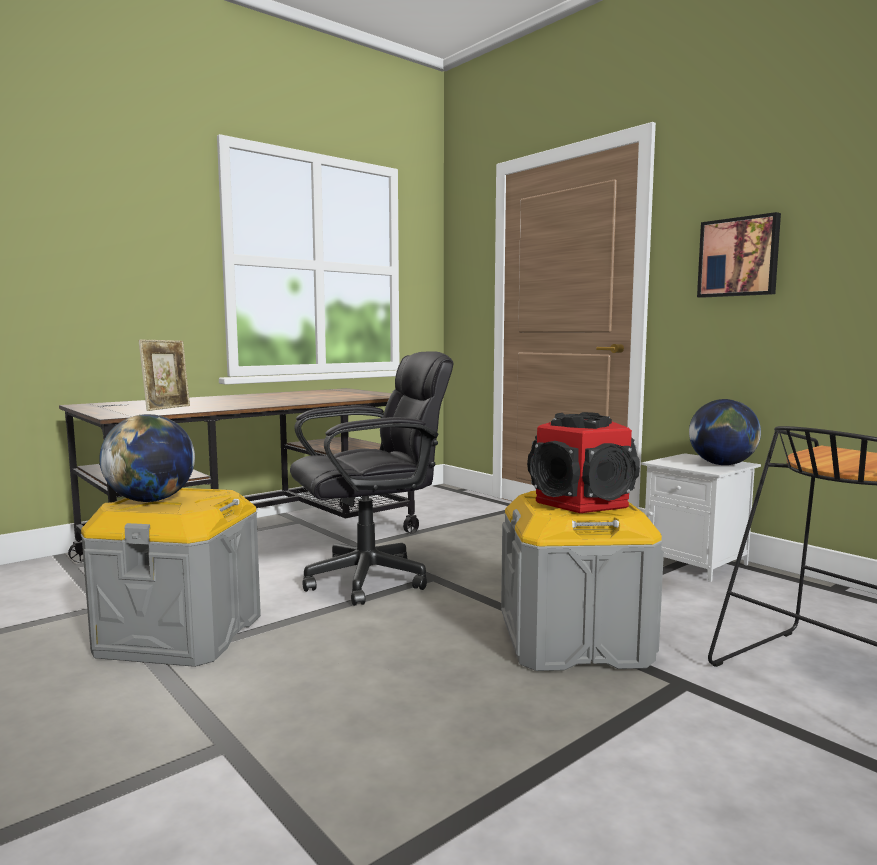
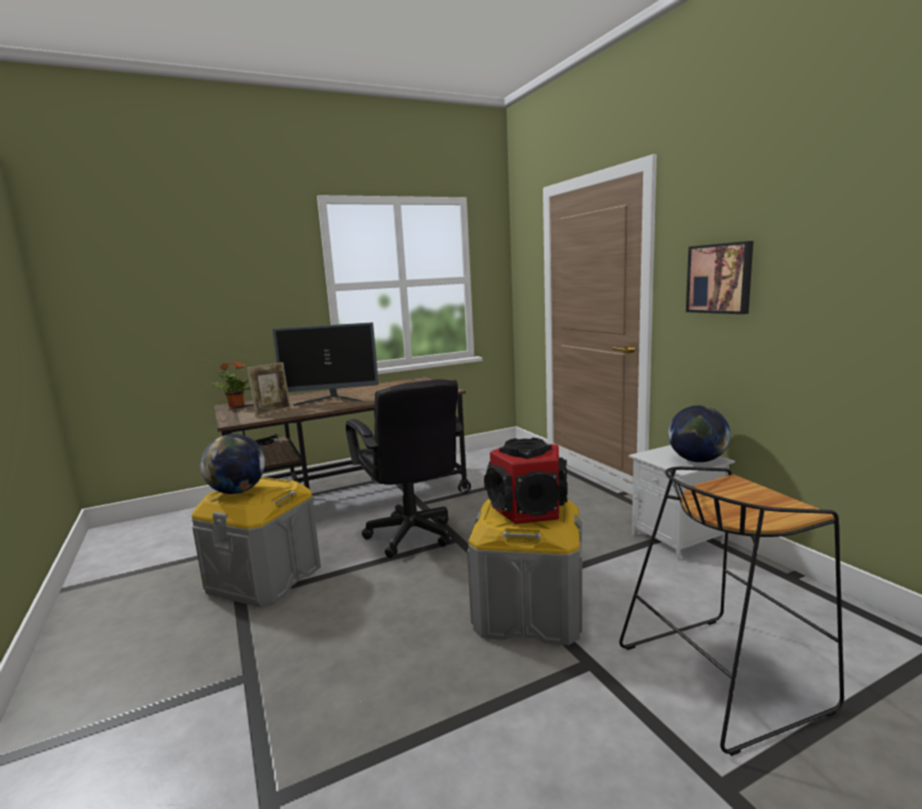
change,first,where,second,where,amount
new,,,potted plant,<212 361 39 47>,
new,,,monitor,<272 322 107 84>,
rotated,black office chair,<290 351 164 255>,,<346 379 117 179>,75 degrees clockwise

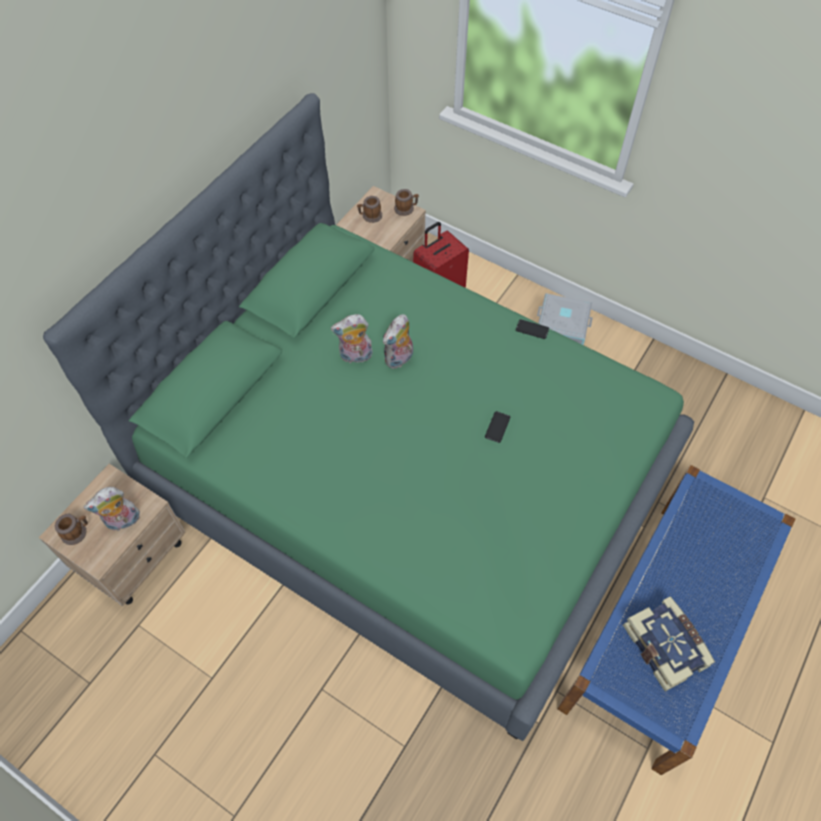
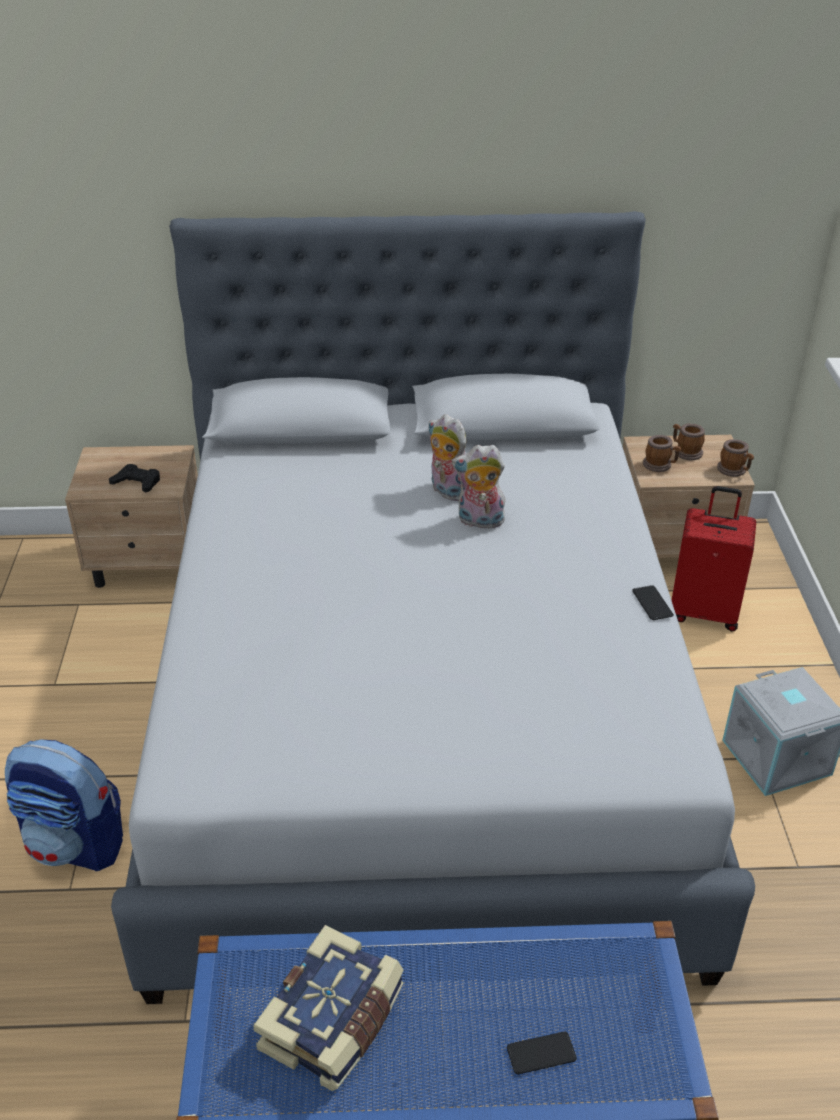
change,first,where,second,where,amount
new,,,backpack,<5 739 118 132>,
swapped,plush toy,<84 487 56 44>,black game controller,<109 464 51 28>,
repainted,green bed,<43 93 651 648>,grey bed,<111 211 644 793>,
shifted,phone,<485 411 26 32>,,<507 1032 70 42>,
shifted,mug,<55 514 33 31>,,<643 435 38 37>,

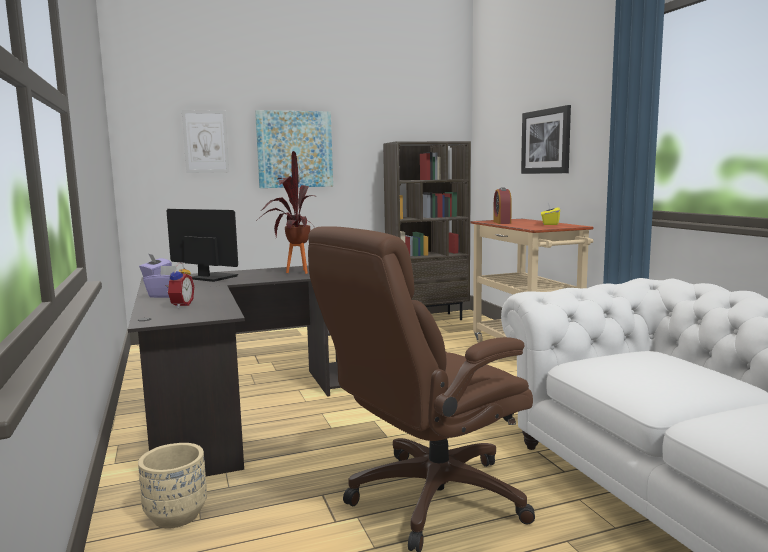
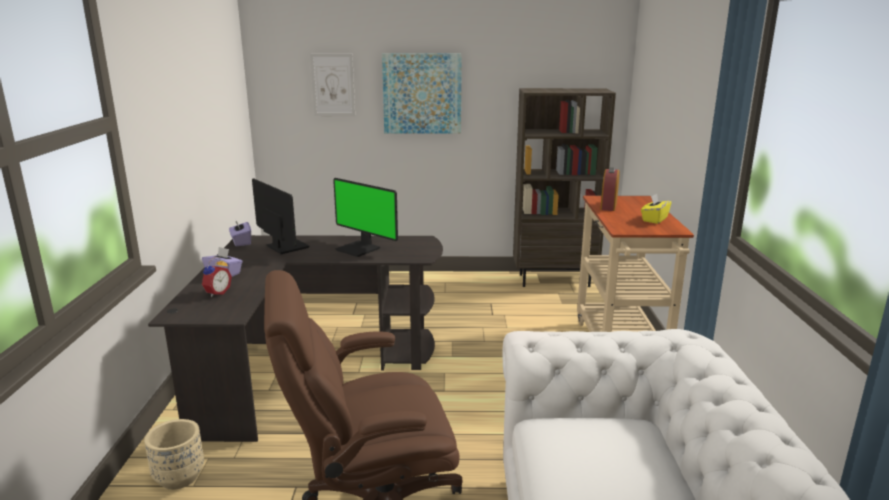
change,first,where,second,where,amount
swapped,potted plant,<256 151 61 123>,monitor,<333 178 65 79>,
gone,picture,<521 105 50 69>,,,

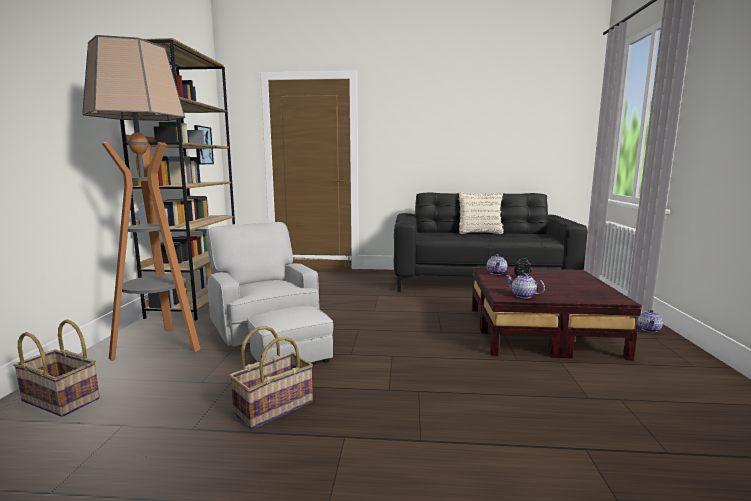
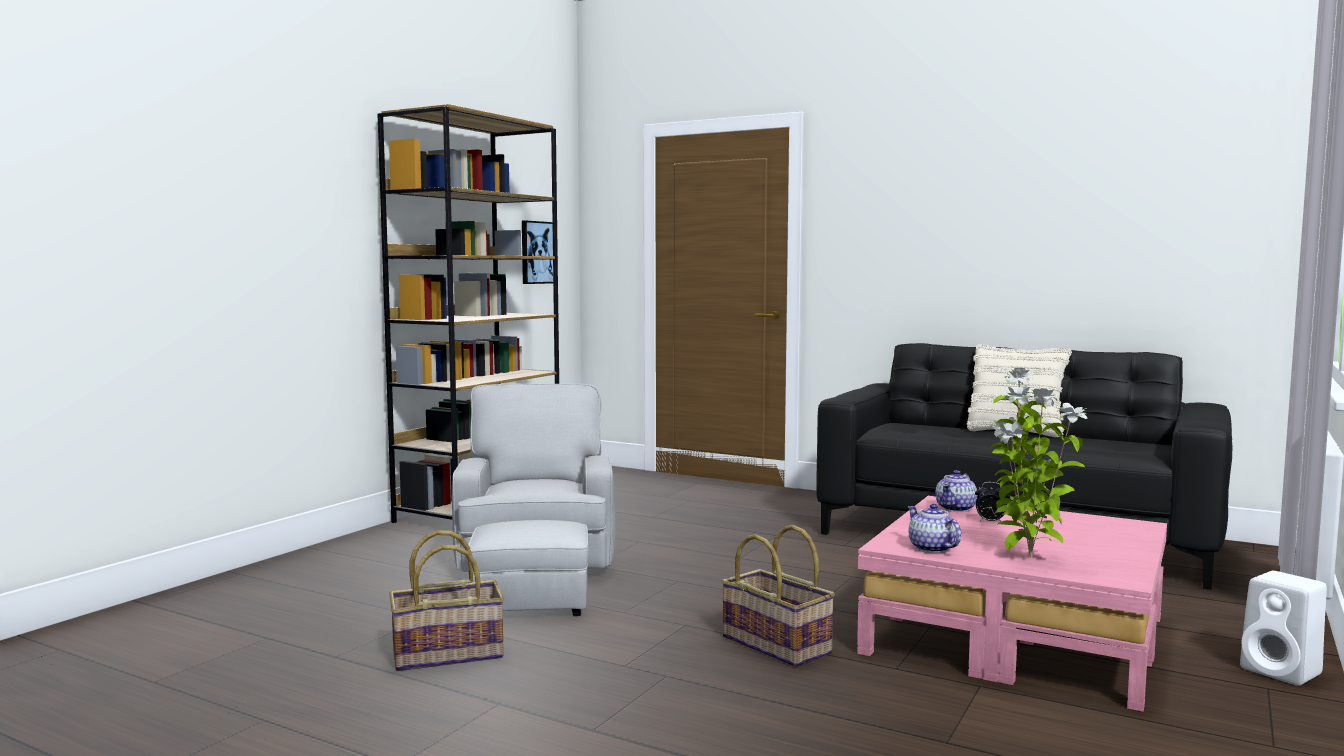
change,first,where,second,where,amount
shifted,basket,<13 319 87 98>,,<721 525 114 142>,
repainted,brown coffee table,<472 268 170 93>,pink coffee table,<857 496 310 216>,
new,,,potted plant,<990 368 99 189>,
swapped,teapot,<638 310 25 22>,white speaker,<1240 571 87 115>,
gone,floor lamp,<82 35 118 326>,,,

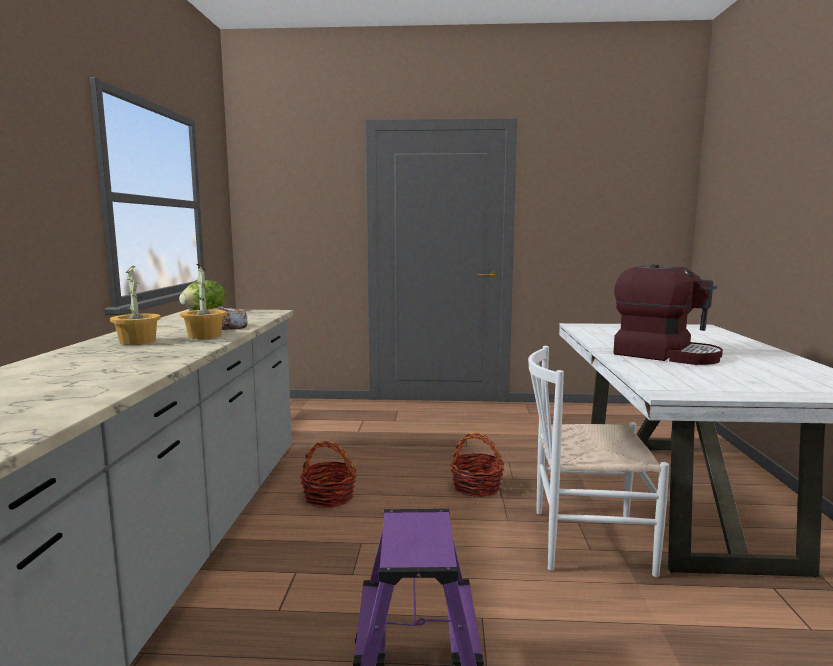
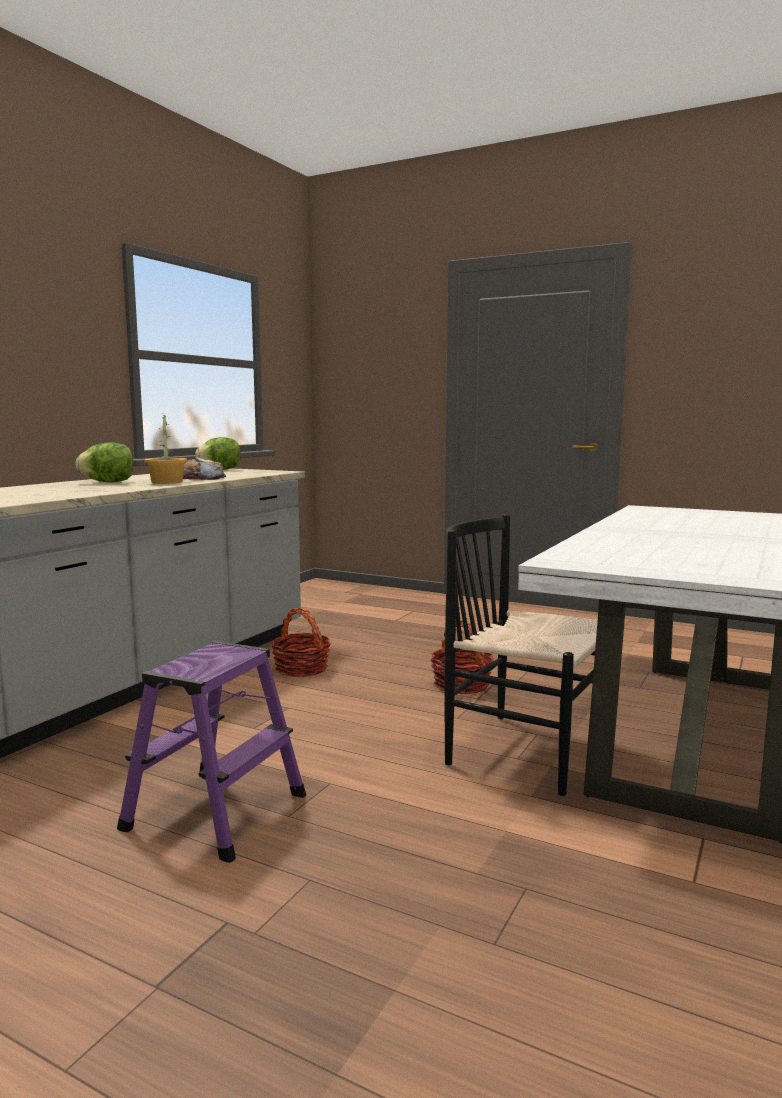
change,first,where,second,where,amount
swapped,potted plant,<110 266 51 79>,lettuce,<75 443 58 40>,
repainted,white chair,<528 346 141 231>,black chair,<445 514 153 282>,
gone,coffee machine,<613 265 110 100>,,,

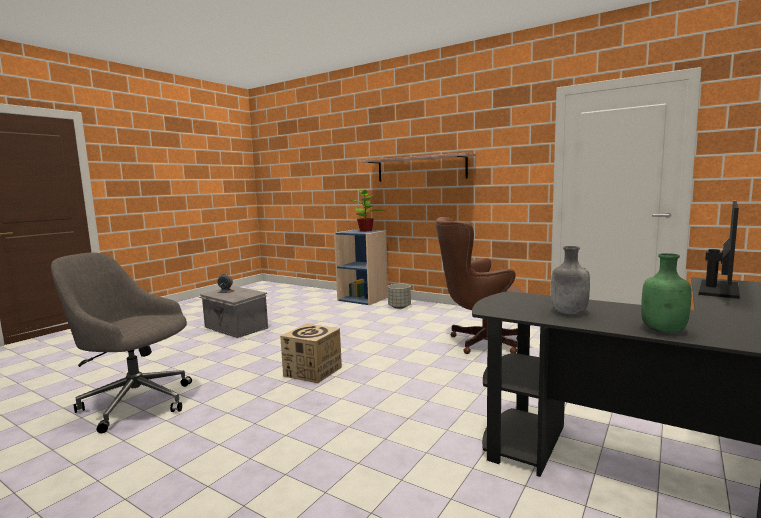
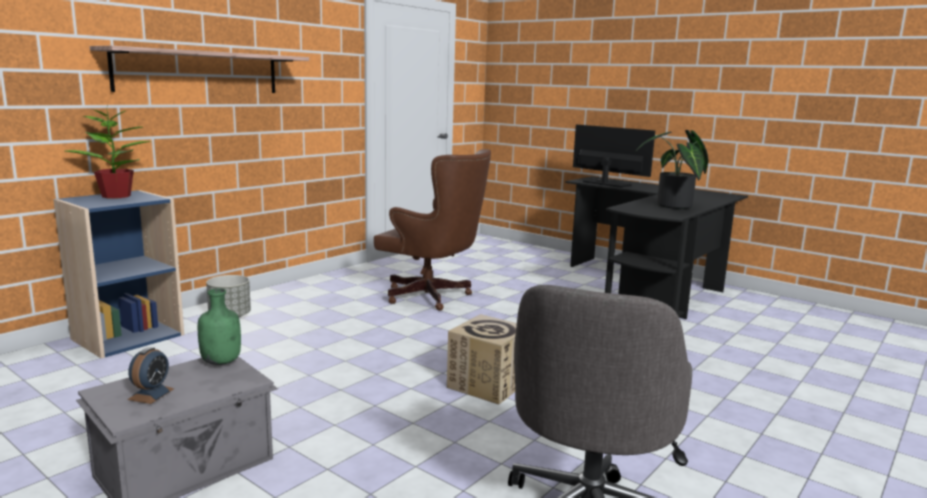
change,first,where,second,where,amount
shifted,green bottle,<641 253 50 80>,,<198 288 43 77>,
rotated,brown office chair,<436 217 90 137>,,<374 149 117 162>,60 degrees counterclockwise
swapped,grey bottle,<551 246 39 68>,potted plant,<635 130 73 79>,

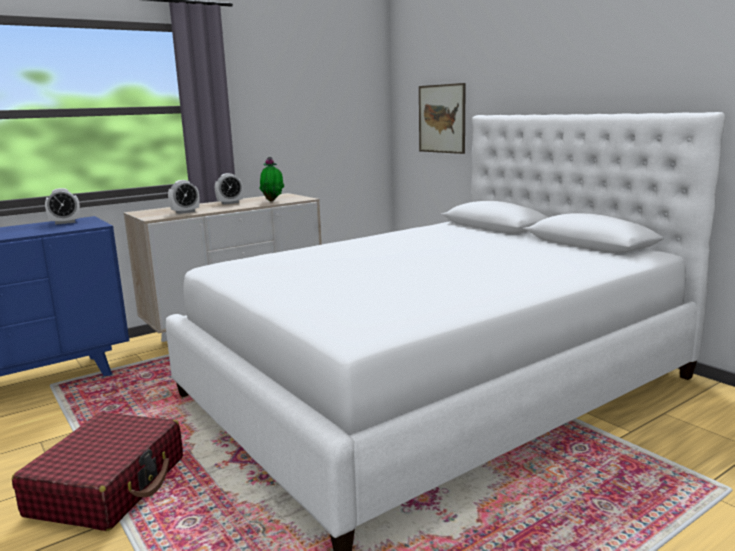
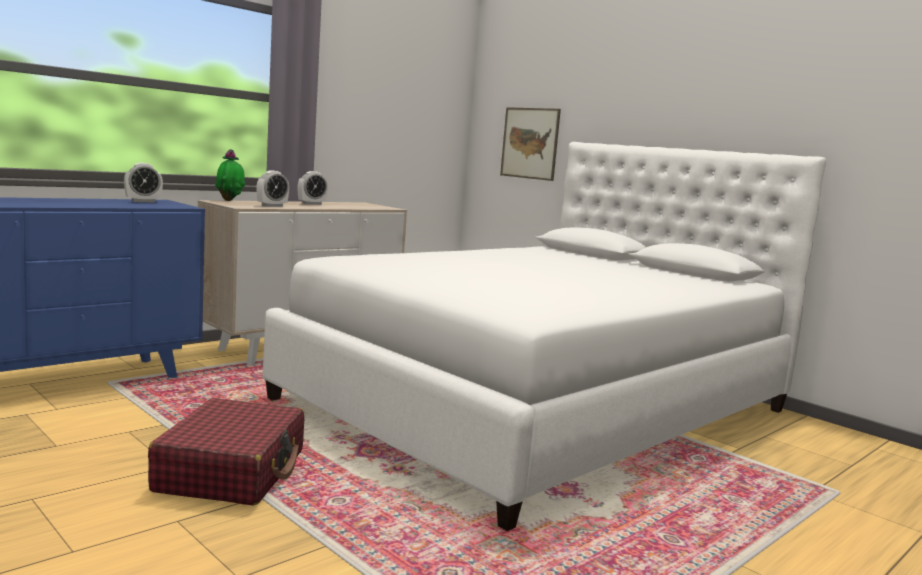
change,first,where,second,where,amount
shifted,potted plant,<260 157 24 44>,,<215 149 31 52>,

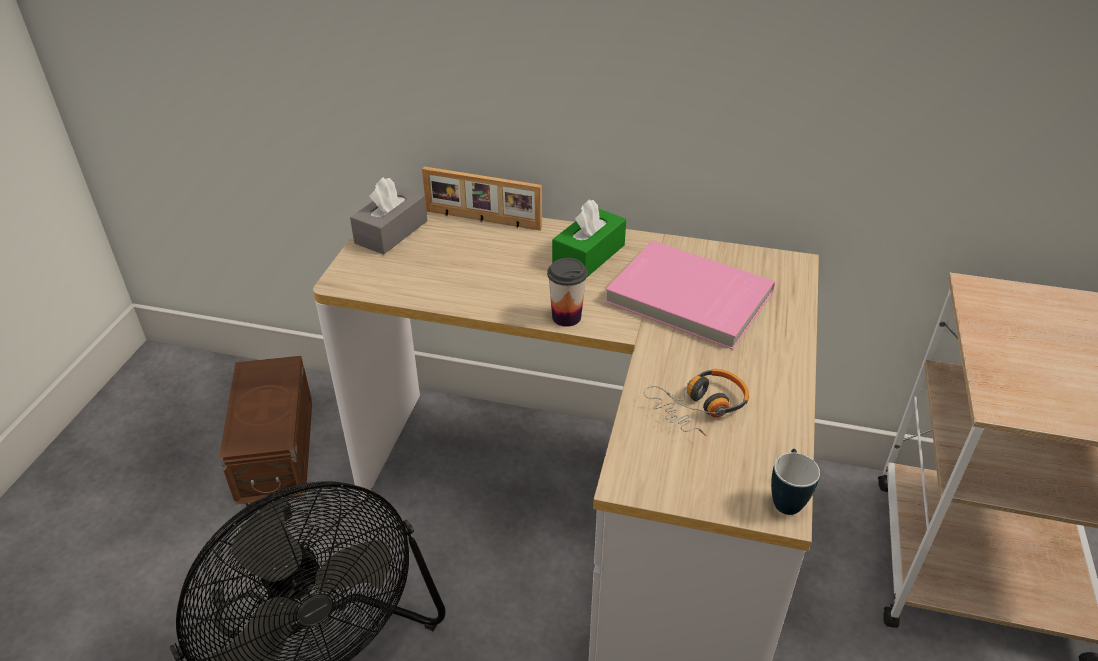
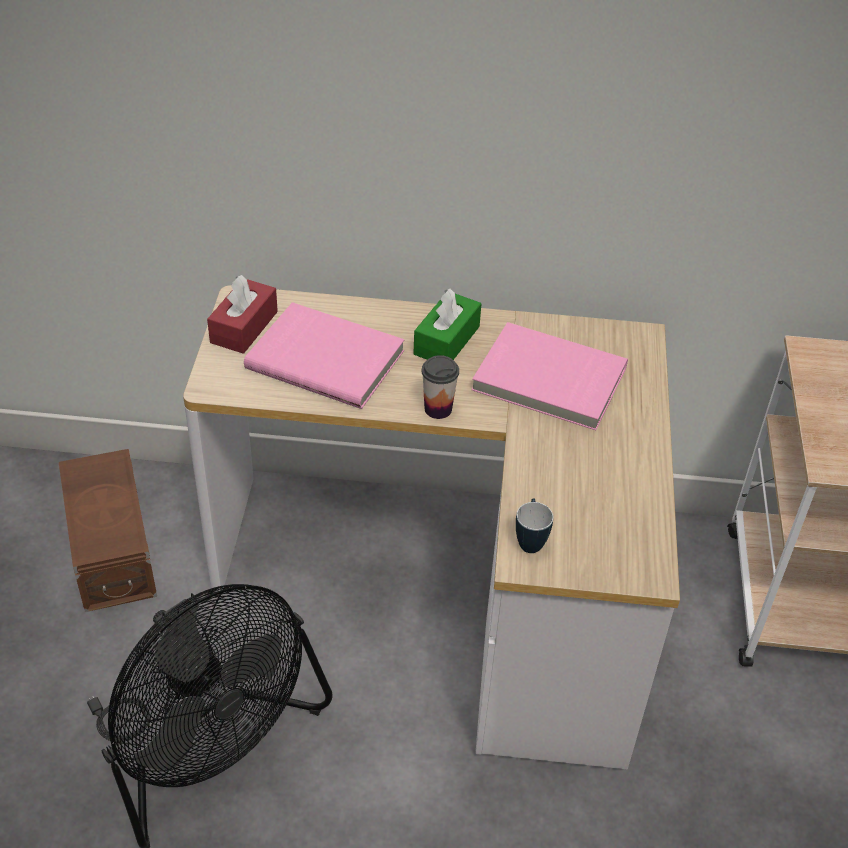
change,first,where,second,where,amount
repainted,grey tissue box,<350 177 78 78>,red tissue box,<207 275 71 79>,
new,,,pink book,<244 302 160 107>,
shifted,mug,<771 449 49 66>,,<516 498 37 55>,
gone,picture frame,<422 166 120 65>,,,
gone,headphones,<644 369 105 67>,,,

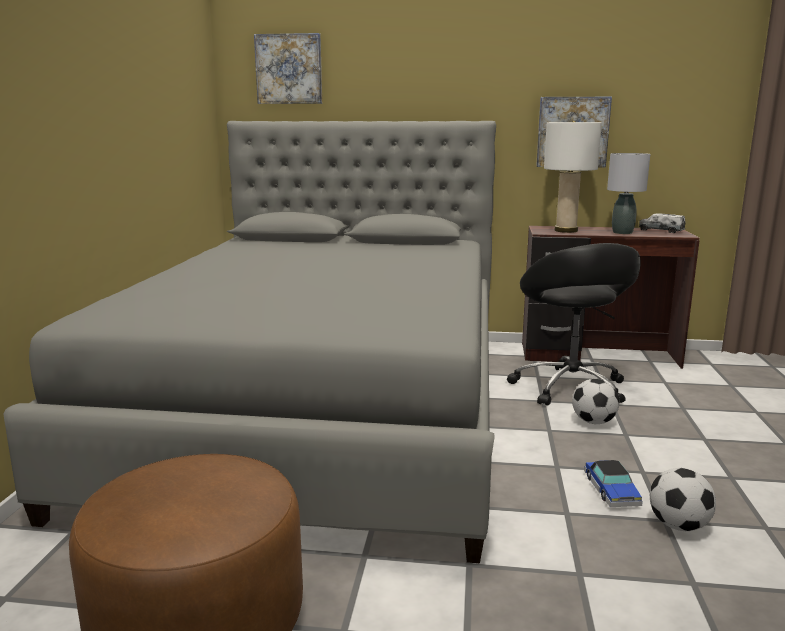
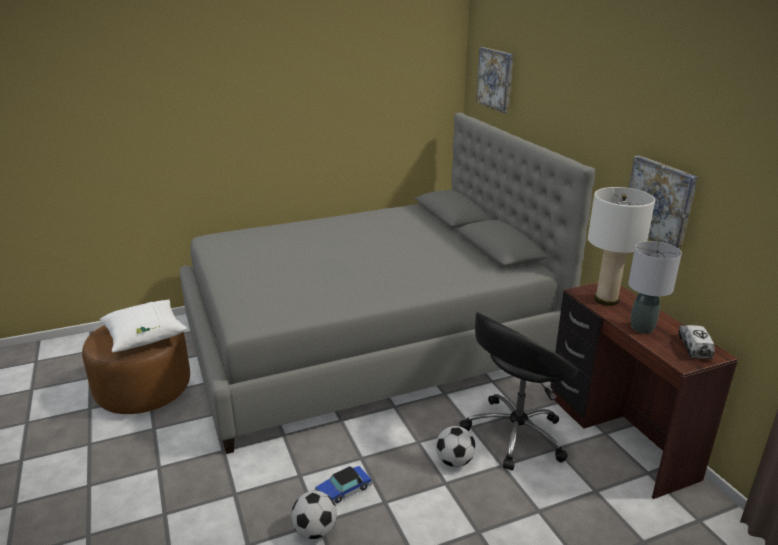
change,first,where,second,where,amount
new,,,white pillow,<100 299 88 54>,

